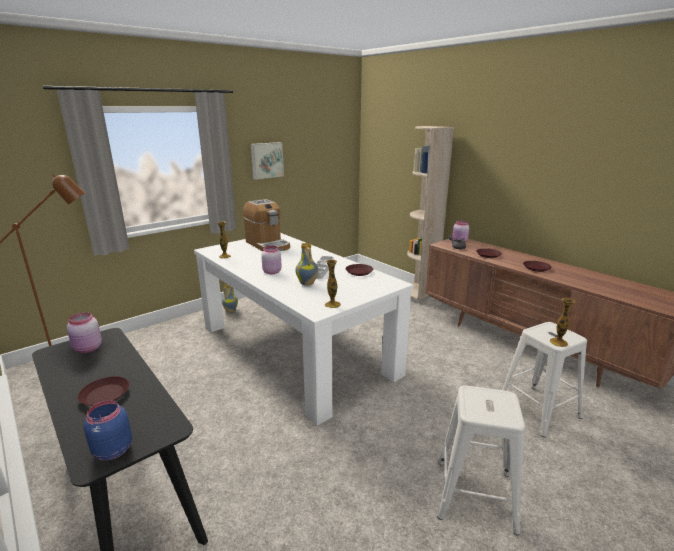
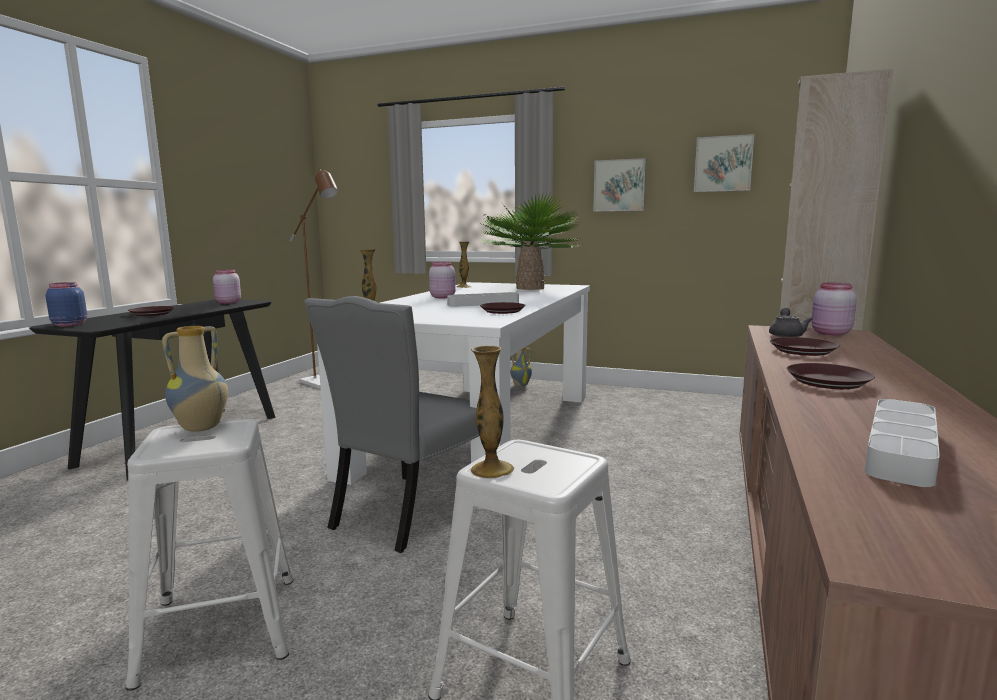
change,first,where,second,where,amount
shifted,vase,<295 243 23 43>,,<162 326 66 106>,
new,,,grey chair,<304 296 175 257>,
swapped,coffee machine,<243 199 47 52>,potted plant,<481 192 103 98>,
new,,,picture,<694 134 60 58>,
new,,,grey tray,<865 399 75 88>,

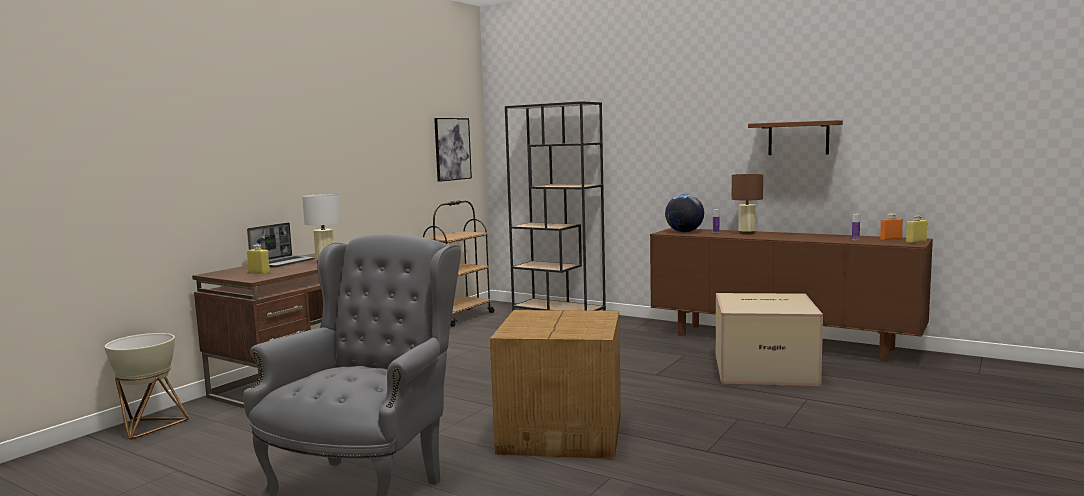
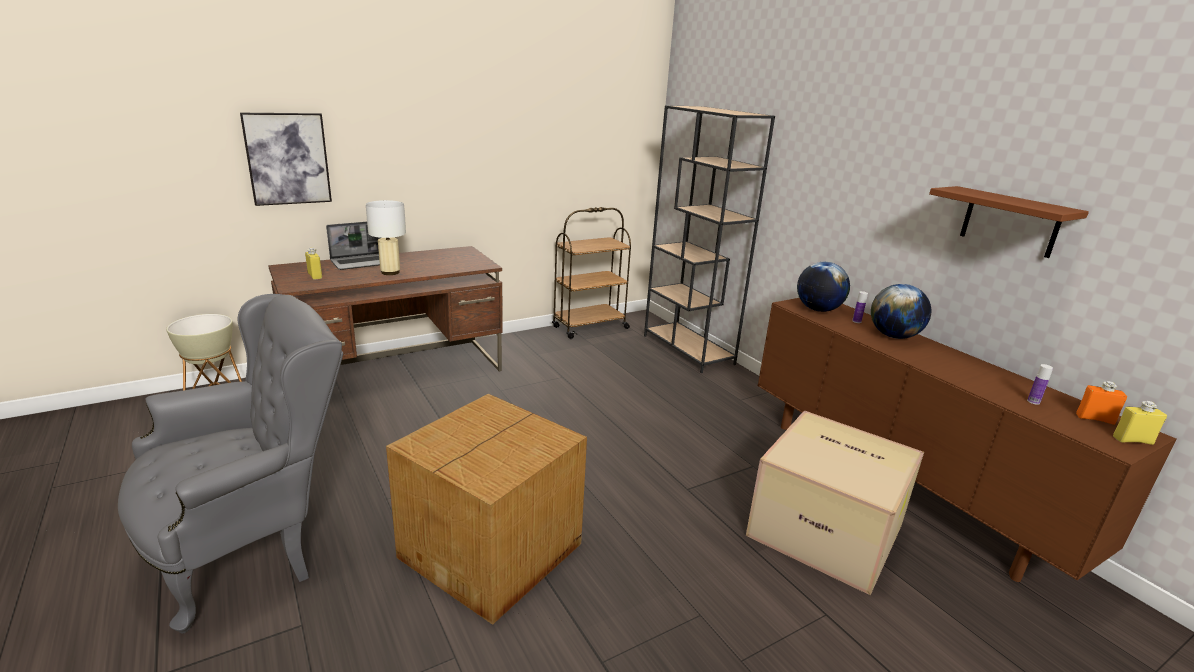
change,first,where,second,where,amount
shifted,picture,<434 118 38 64>,,<240 113 92 93>,
swapped,brown table lamp,<732 174 31 61>,globe,<871 284 60 55>,

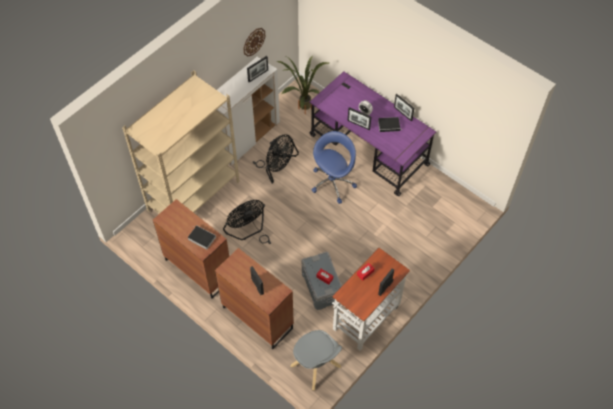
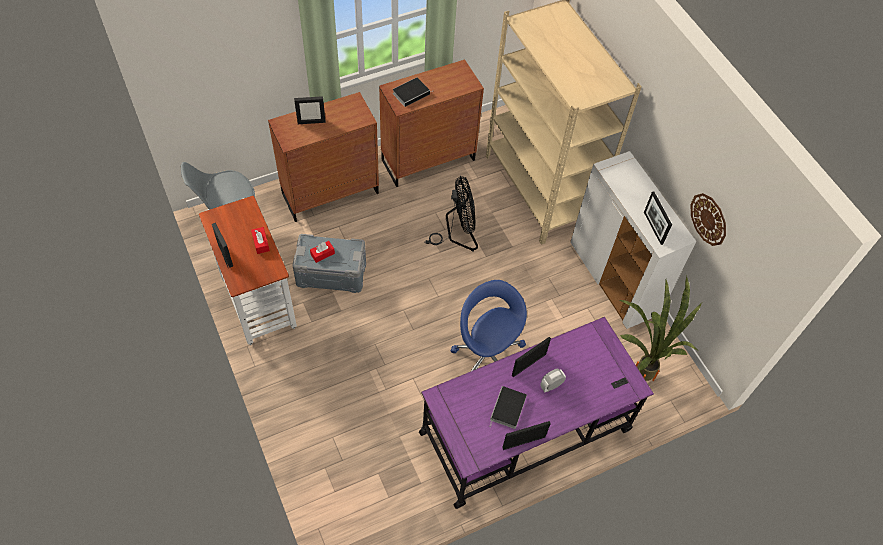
change,first,where,second,where,amount
rotated,blue office chair,<312 131 45 73>,,<451 280 76 91>,150 degrees clockwise
gone,black fan,<253 135 46 49>,,,

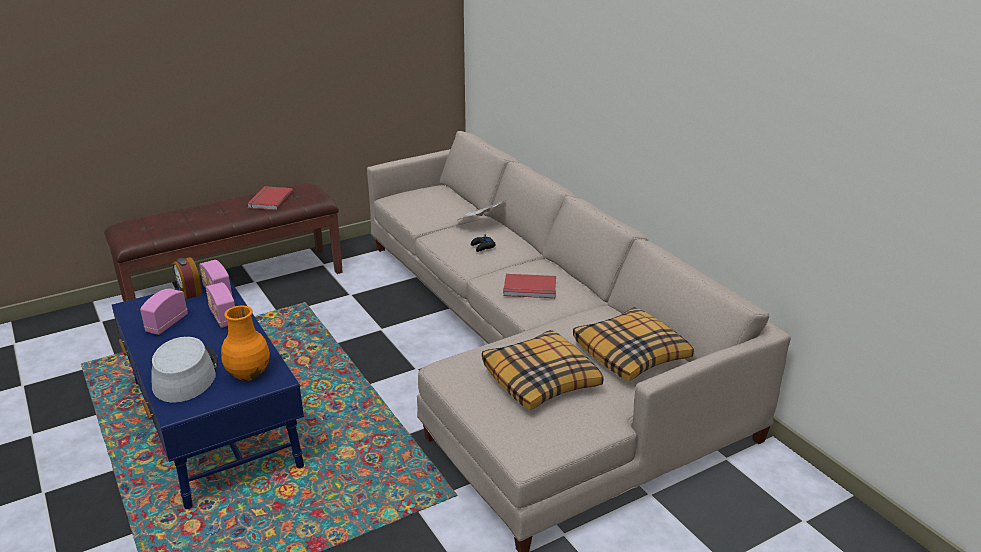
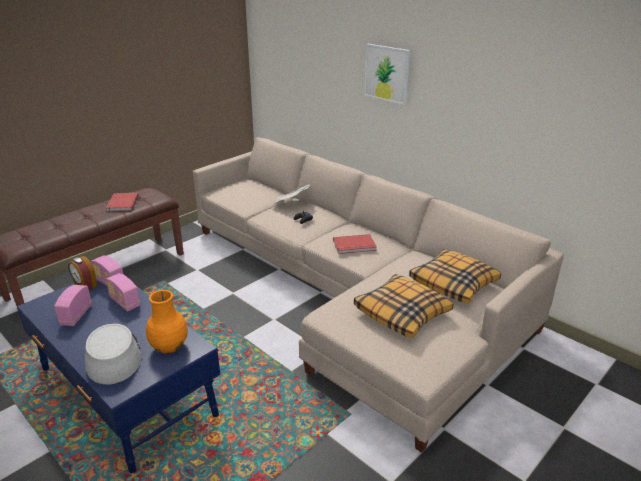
change,first,where,second,where,amount
new,,,picture,<364 44 46 61>,

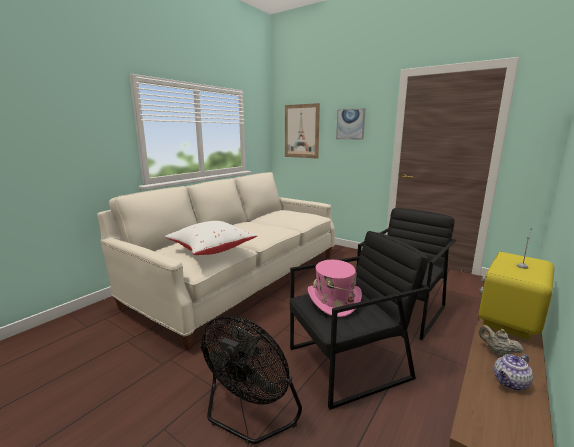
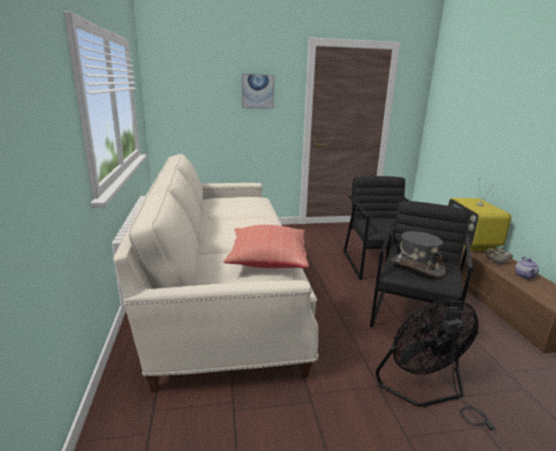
change,first,where,second,where,amount
repainted,white pillow,<165 221 92 34>,red pillow,<223 225 86 43>,
repainted,pink hat,<308 260 54 57>,grey hat,<391 231 54 46>,
gone,picture,<285 103 35 56>,,,

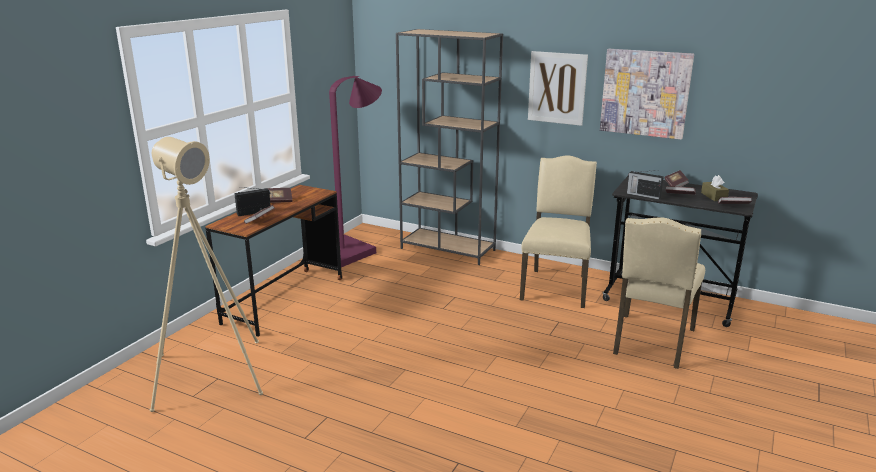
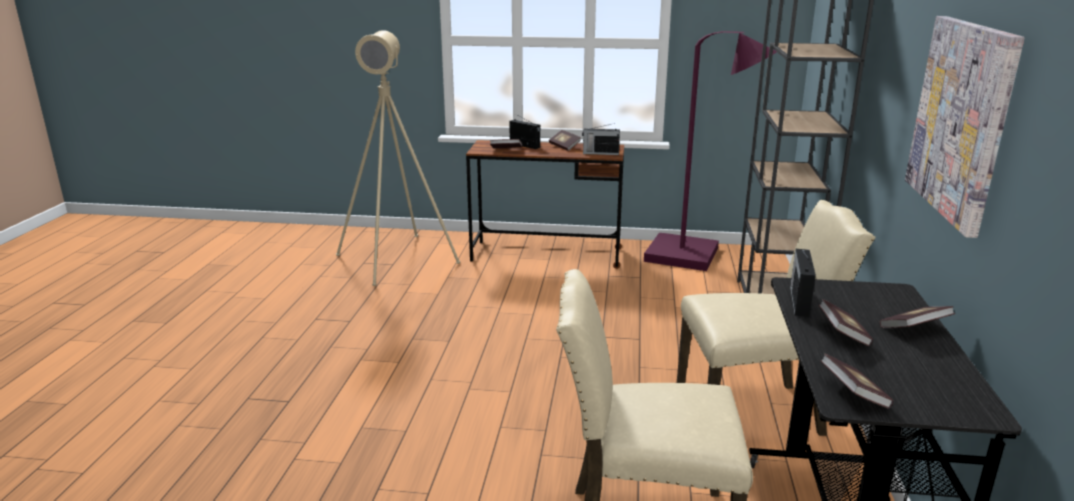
change,first,where,second,where,amount
new,,,radio,<582 123 38 32>,
gone,picture,<528 51 60 75>,,,
gone,brown tissue box,<701 175 28 26>,,,

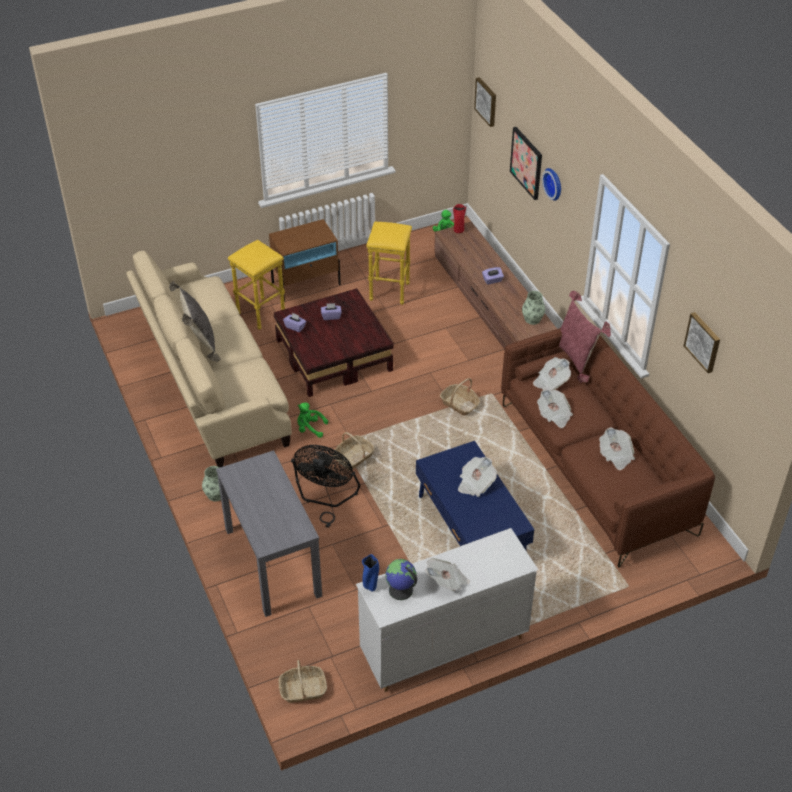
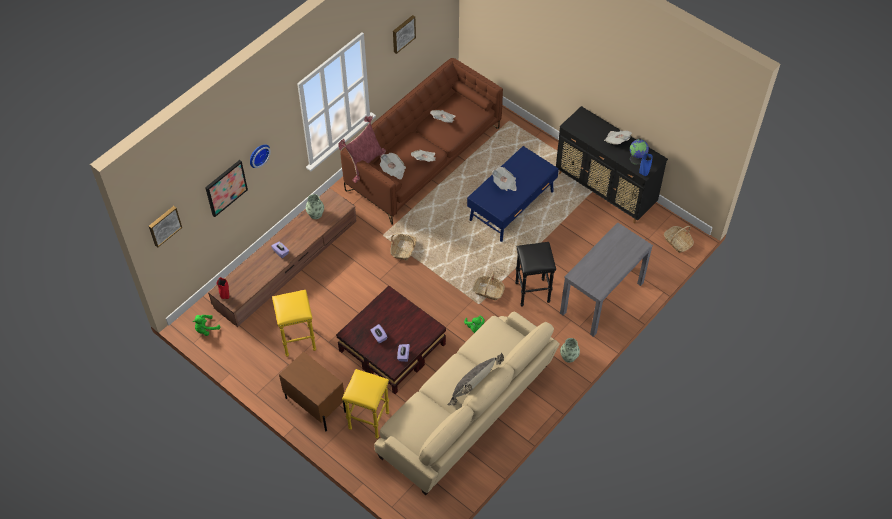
change,first,where,second,where,amount
swapped,black fan,<291 445 69 83>,black stool,<515 242 41 65>,
repainted,white cabinet,<356 528 182 164>,black cabinet,<556 106 112 117>,

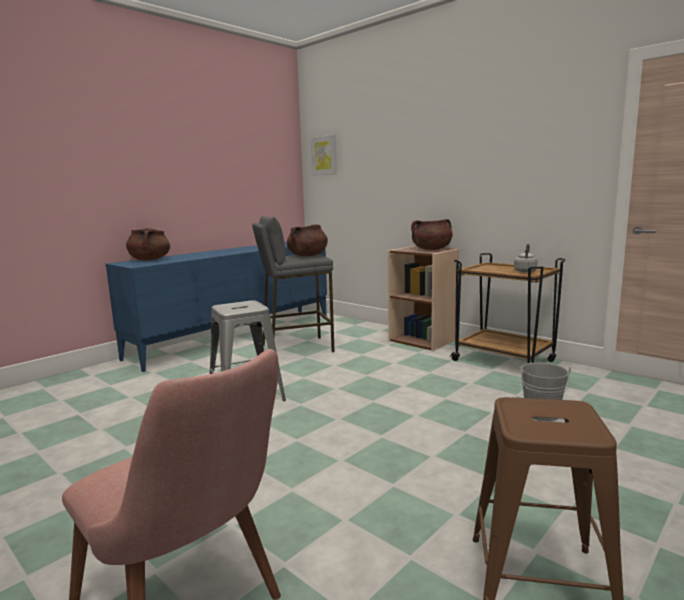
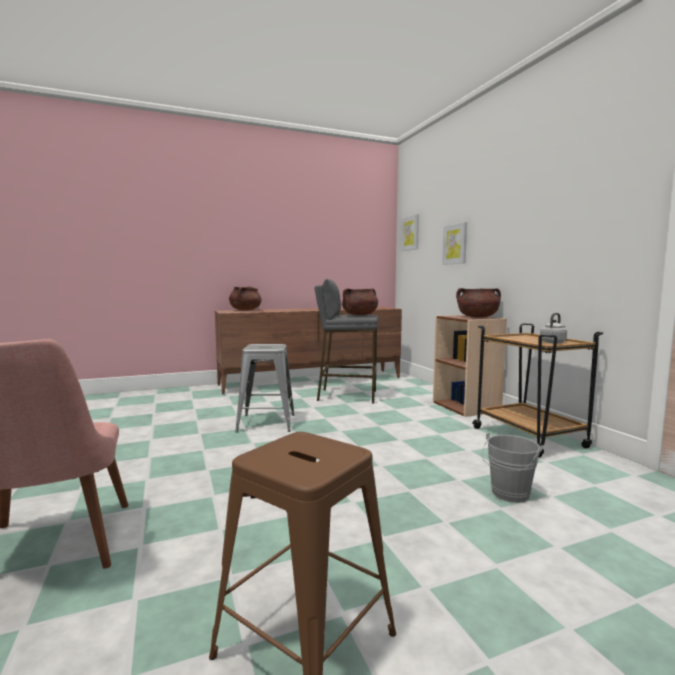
change,first,where,second,where,amount
repainted,blue cabinet,<106 241 221 131>,brown cabinet,<215 307 187 87>,
new,,,picture,<442 222 25 43>,

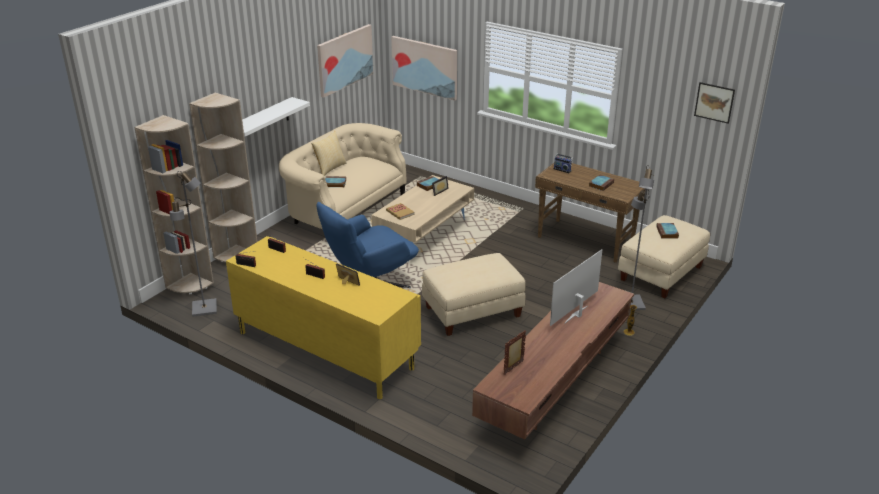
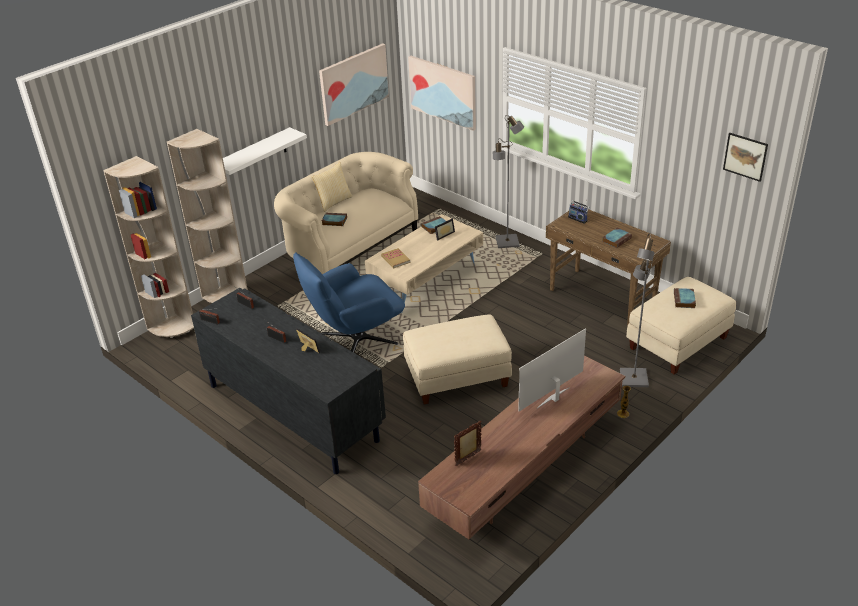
change,first,where,second,where,amount
repainted,yellow cabinet,<226 236 195 163>,black cabinet,<191 288 195 186>,
shifted,grey floor lamp,<169 171 48 146>,,<493 115 31 133>,

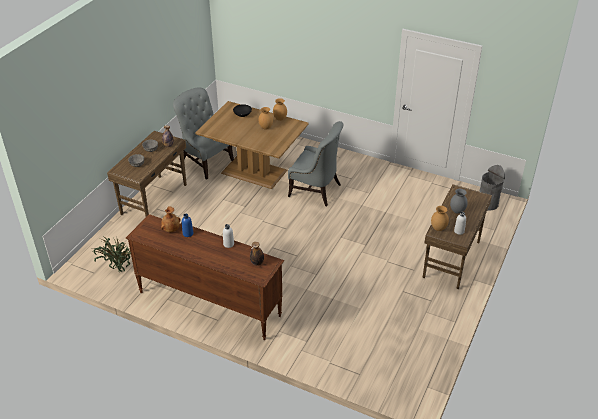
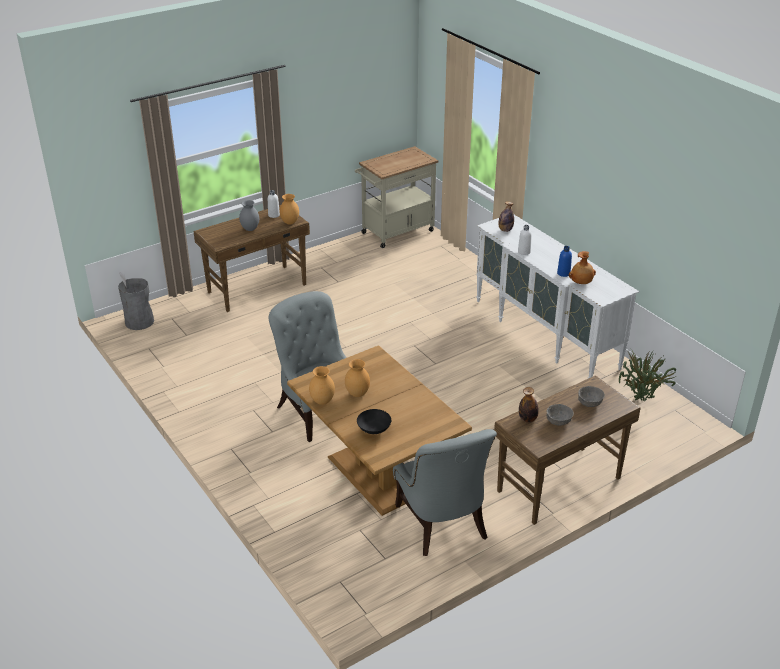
change,first,where,second,where,amount
new,,,beige cart,<355 146 83 102>,
repainted,brown cabinet,<126 214 158 126>,white cabinet,<477 215 162 164>,

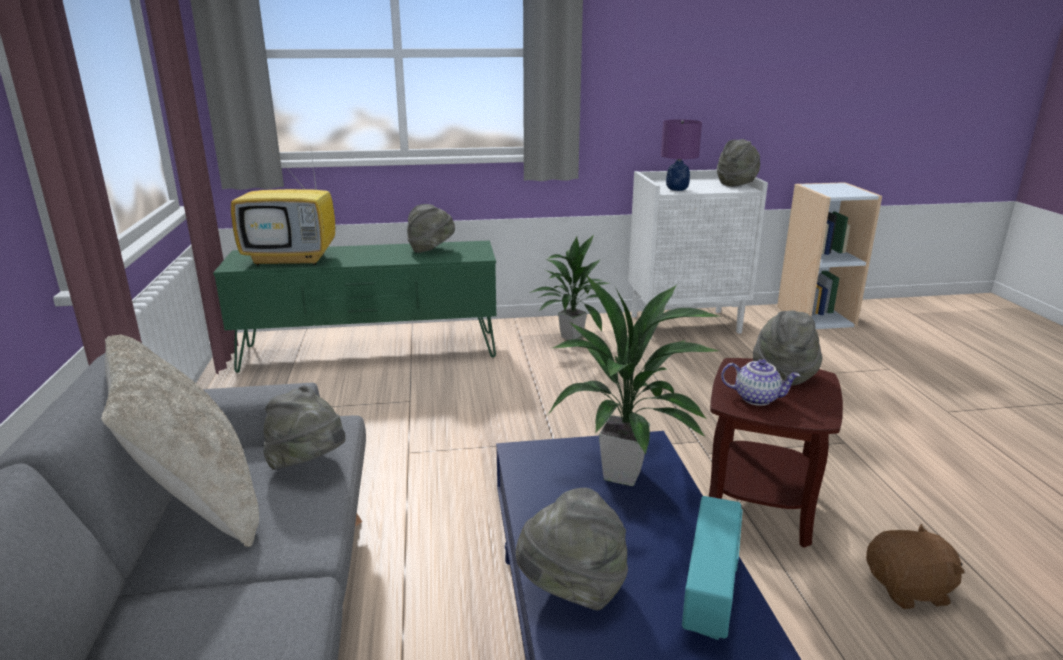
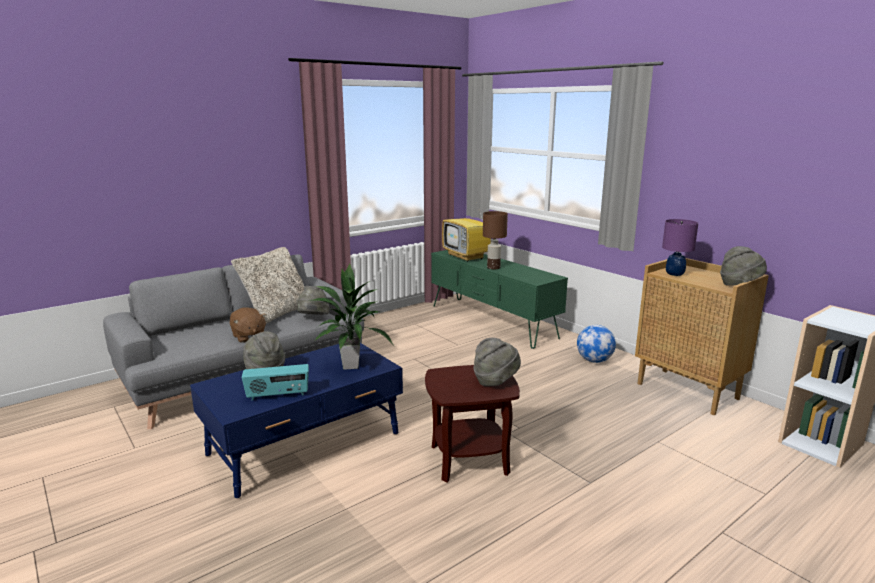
change,first,where,second,where,amount
shifted,brown plush toy,<866 524 99 85>,,<230 307 37 36>,
new,,,brown table lamp,<483 211 25 58>,
swapped,potted plant,<529 235 80 105>,globe,<577 325 39 38>,
repainted,white cabinet,<628 170 140 169>,brown cabinet,<635 258 134 157>,
gone,grey hat,<407 204 48 49>,,,
gone,teapot,<721 359 79 47>,,,

